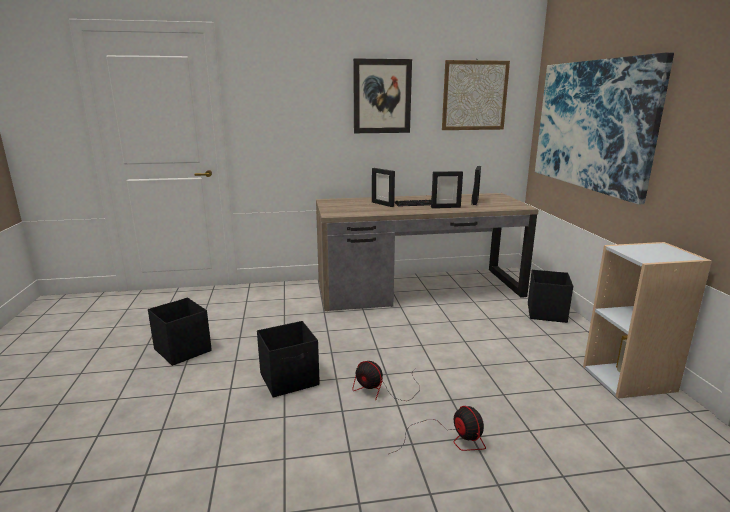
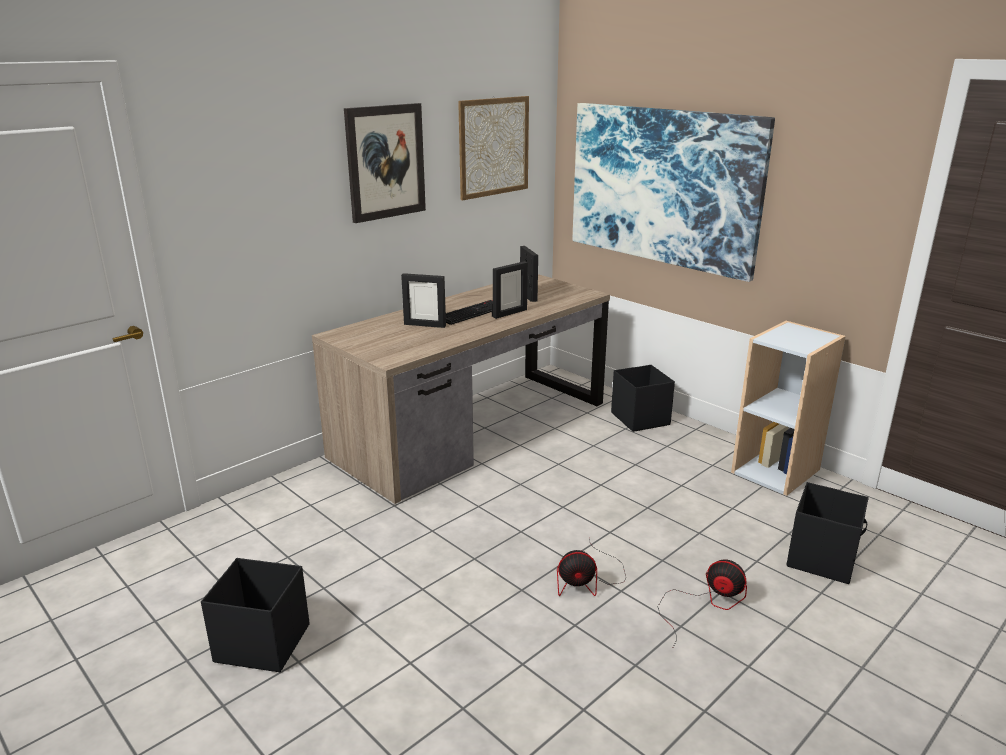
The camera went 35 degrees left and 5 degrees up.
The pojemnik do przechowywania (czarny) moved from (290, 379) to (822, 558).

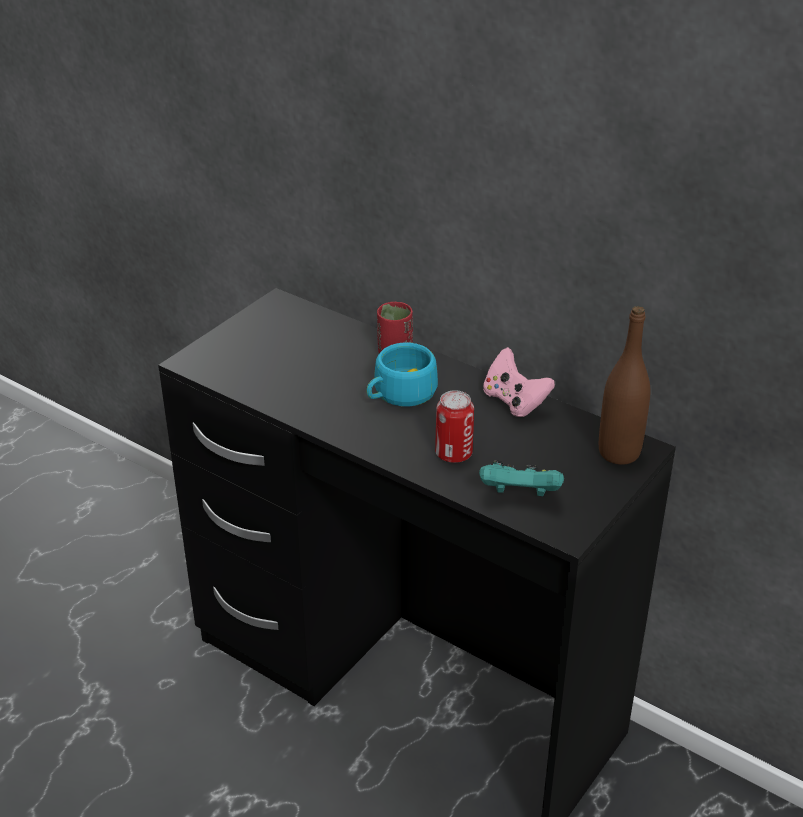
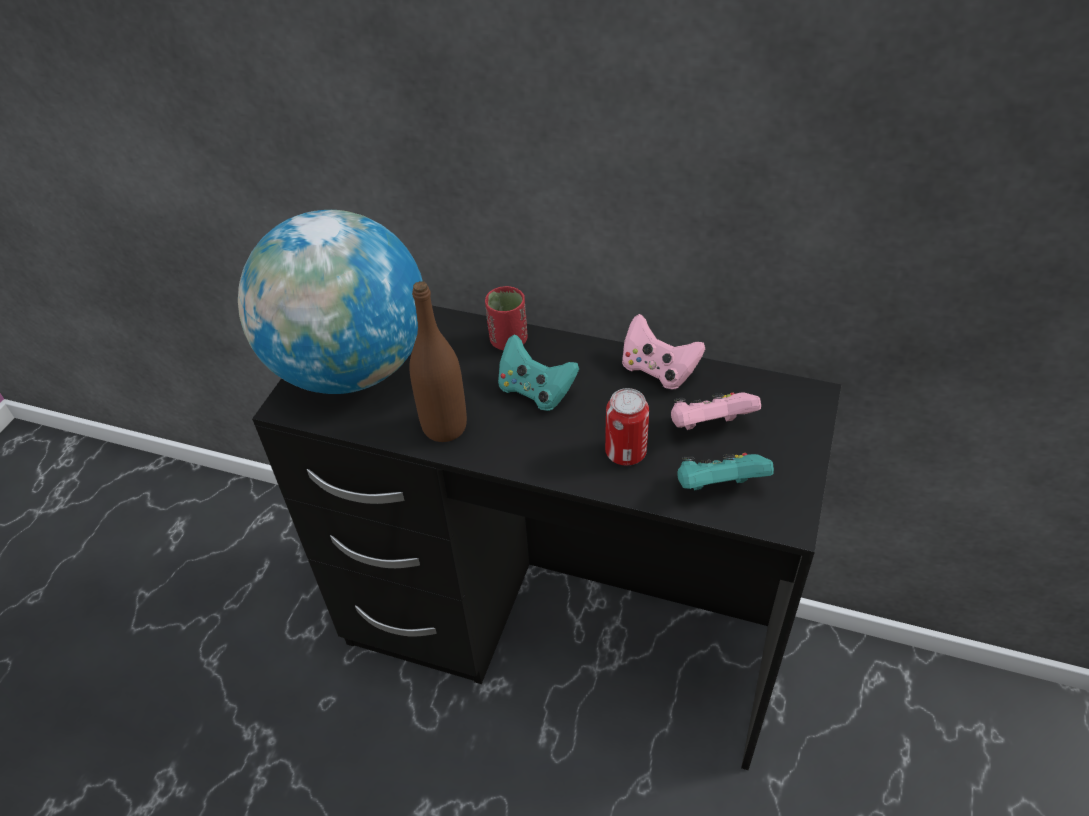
The camera went 15 degrees left and 10 degrees up.
The filiżanka (turkusowy) at (399, 394) was replaced by the pad do gier (turkusowy) at (535, 391).
The butelka (brązowy) moved from (619, 452) to (444, 427).
The globus at (350, 368) appeared.
The pad do gier (różowy) at (709, 426) appeared.

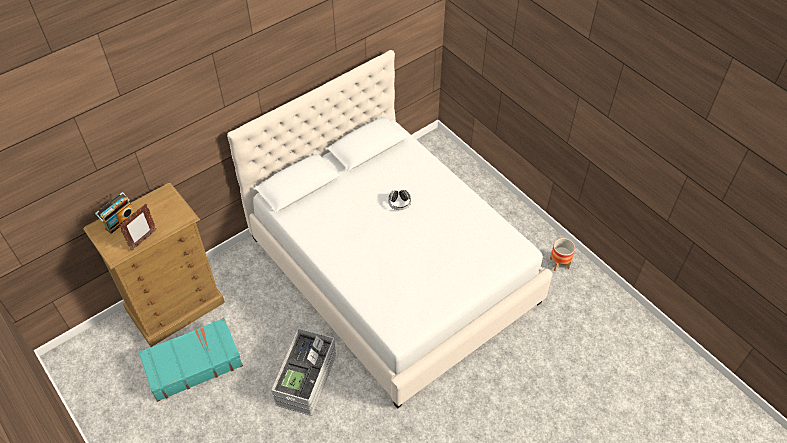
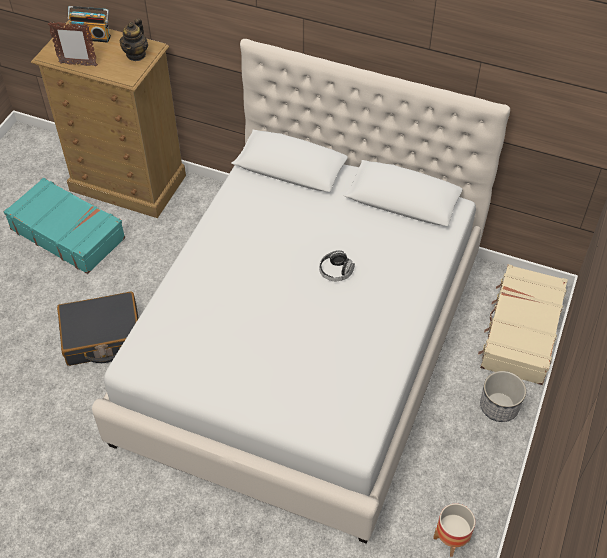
The camera went 60 degrees right and 0 degrees up.
The pojemnik do przechowywania (szary) at (305, 378) was replaced by the walizka (czarny) at (102, 337).
The imbryk at (136, 55) appeared.
The walizka (beżowy) at (520, 332) appeared.
The donica at (499, 406) appeared.

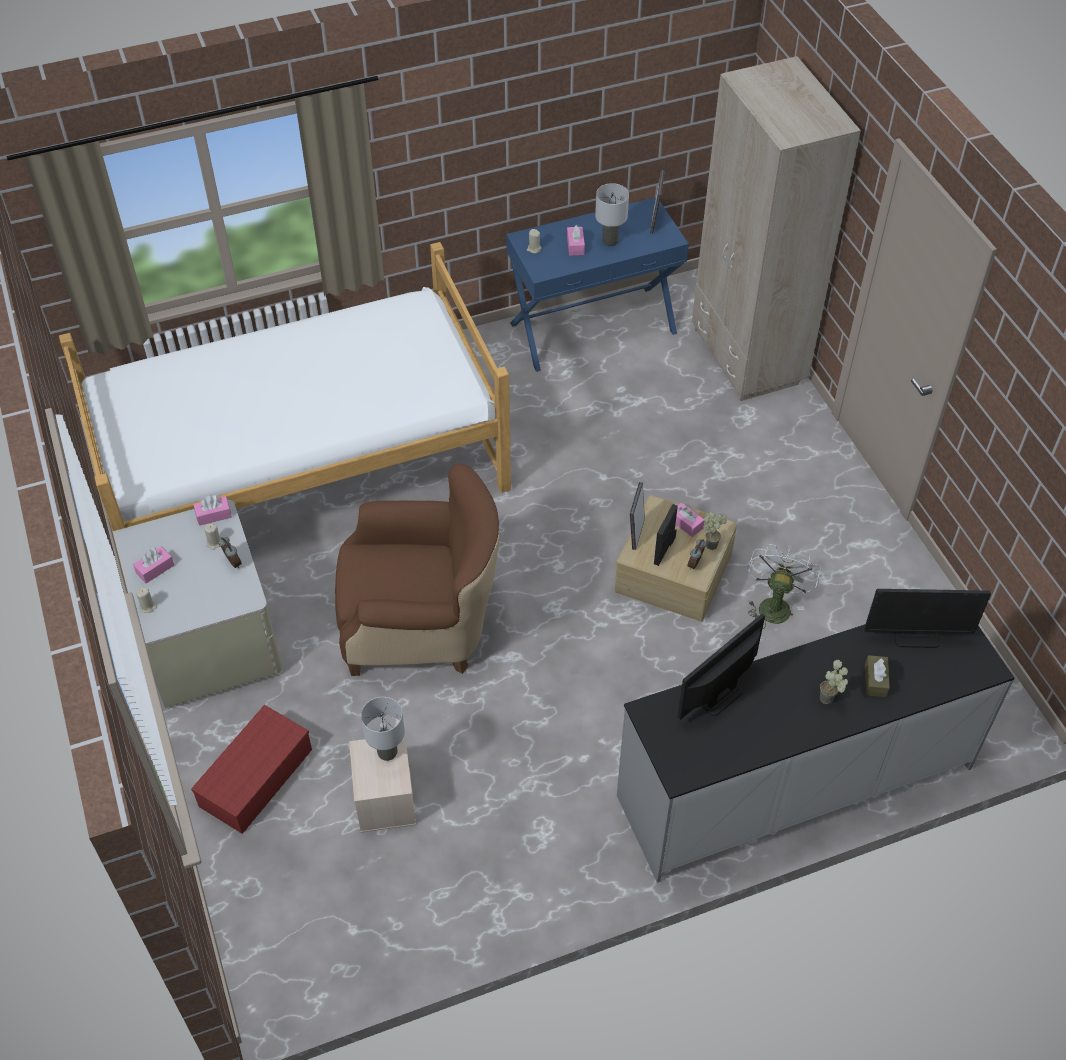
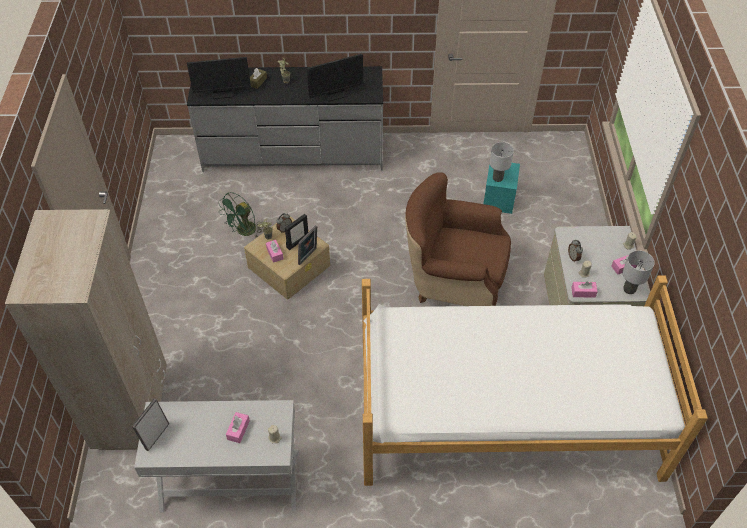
The camera went 160 degrees left and 0 degrees up.
The pojemnik do przechowywania (czerwony) at (256, 776) disappeared.
The pojemnik do przechowywania (beżowy) at (384, 798) became the pojemnik do przechowywania (turkusowy) at (499, 199).
The stolik konsolowy (niebieski) at (593, 327) became the stolik konsolowy (biały) at (230, 480).
The lampa stołowa (biały) moved from (610, 242) to (629, 289).
The wentylator (biały) at (774, 604) became the wentylator (zielony) at (244, 232).
The monitor at (916, 635) turned 150 degrees clockwise.

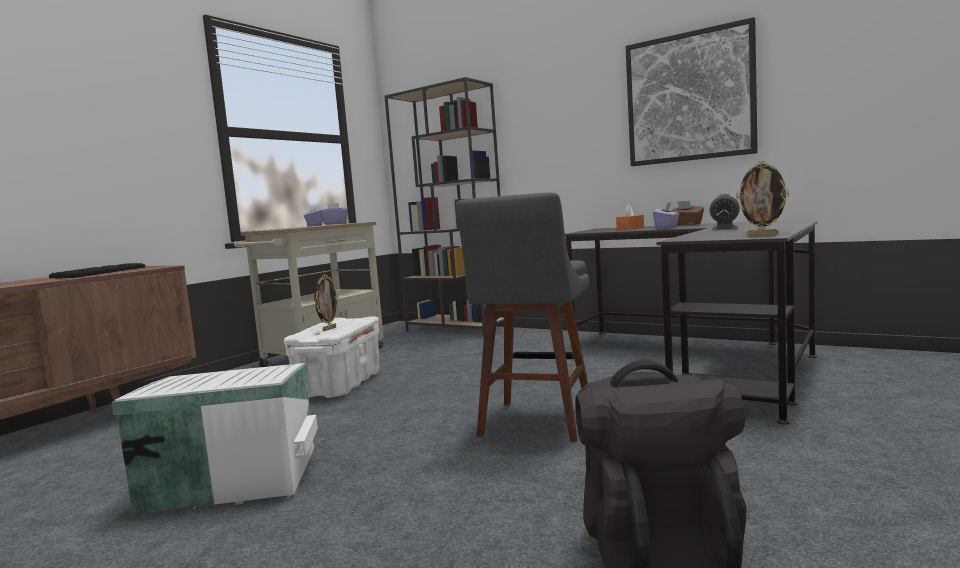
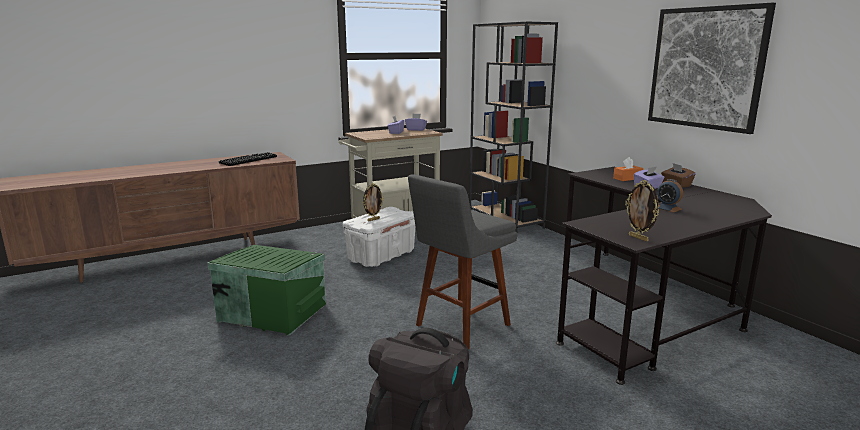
The camera went 25 degrees right and 10 degrees up.
The pojemnik do przechowywania (biały) at (232, 478) became the pojemnik do przechowywania (zielony) at (273, 312).

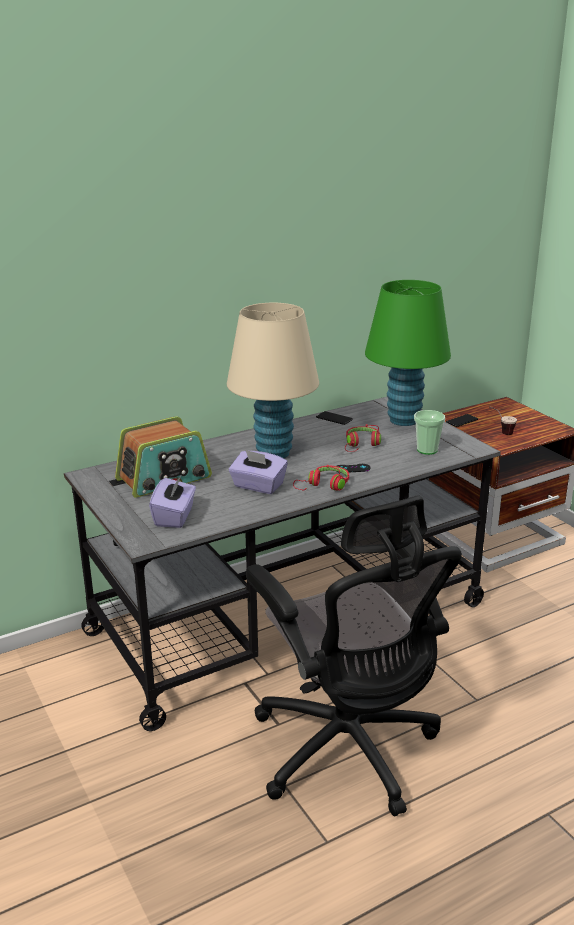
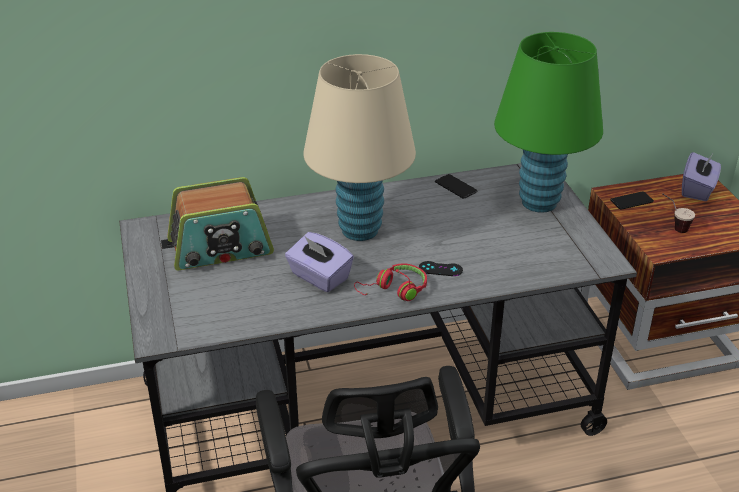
The camera went 15 degrees right and 10 degrees up.
The pudełko chusteczek (fioletowy) moved from (175, 517) to (698, 189).
The słuchawki (czerwony) at (361, 445) disappeared.
The filiżanka at (427, 450) disappeared.

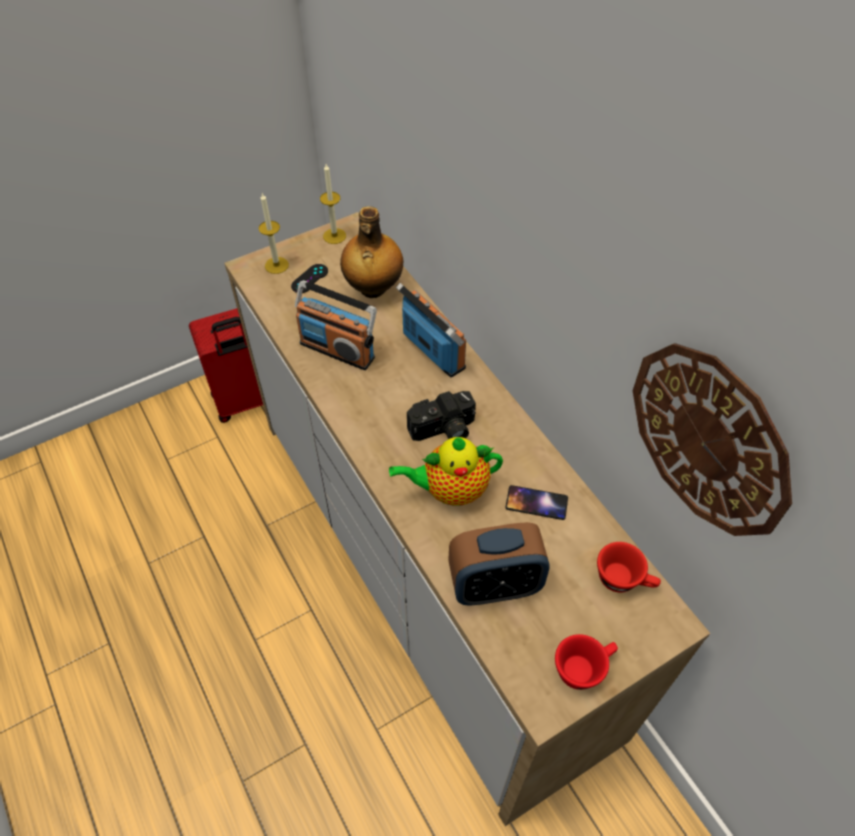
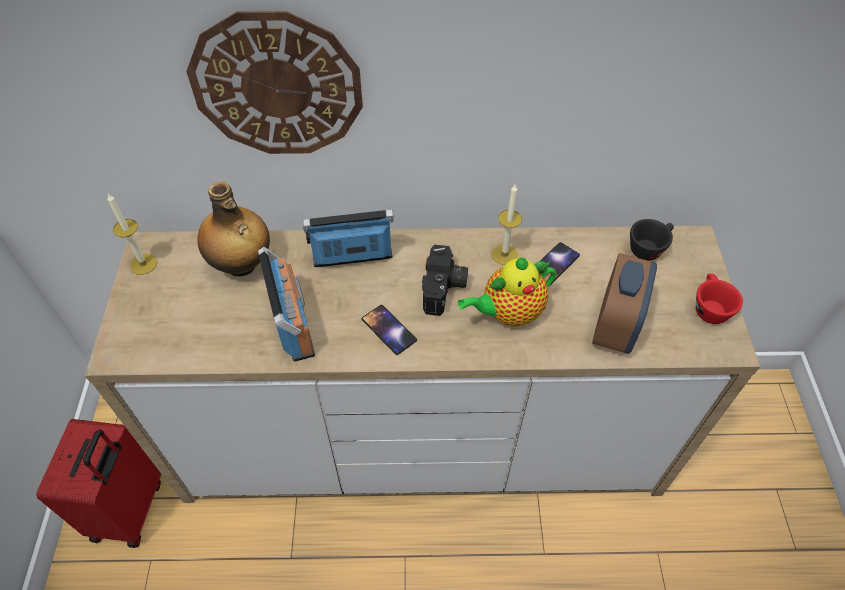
The camera went 60 degrees left and 0 degrees up.
The świeca moved from (276, 265) to (504, 255).
The pad do gier (czarny) at (309, 279) disappeared.
The radio at (338, 349) turned 75 degrees counterclockwise.
The imbryk at (450, 490) turned 45 degrees clockwise.
The filiżanka (czerwony) at (624, 579) became the filiżanka (czarny) at (648, 247).
The zegar ścienny moved from (708, 440) to (277, 86).
The telefon at (389, 330) appeared.

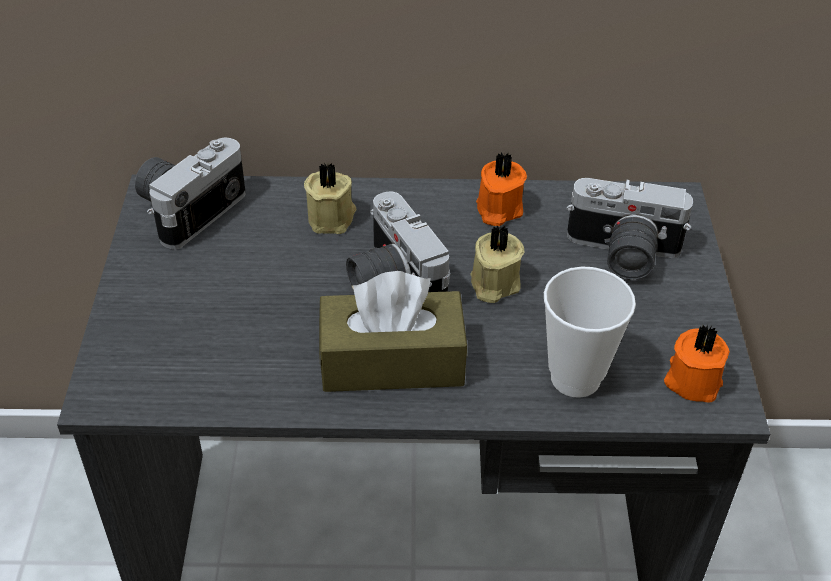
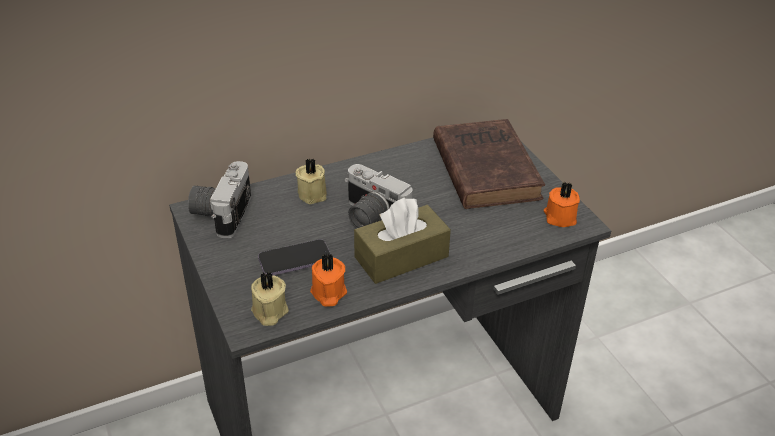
The camera went 25 degrees left and 5 degrees down.
The świeca (beżowy) moved from (493, 284) to (269, 312).
The świeca (pomarańczowy) moved from (497, 210) to (328, 293).
The filiżanka at (575, 378) disappeared.
The aparat fotograficzny at (621, 255) was replaced by the książka (brązowy) at (484, 168).
The telefon at (295, 260) appeared.

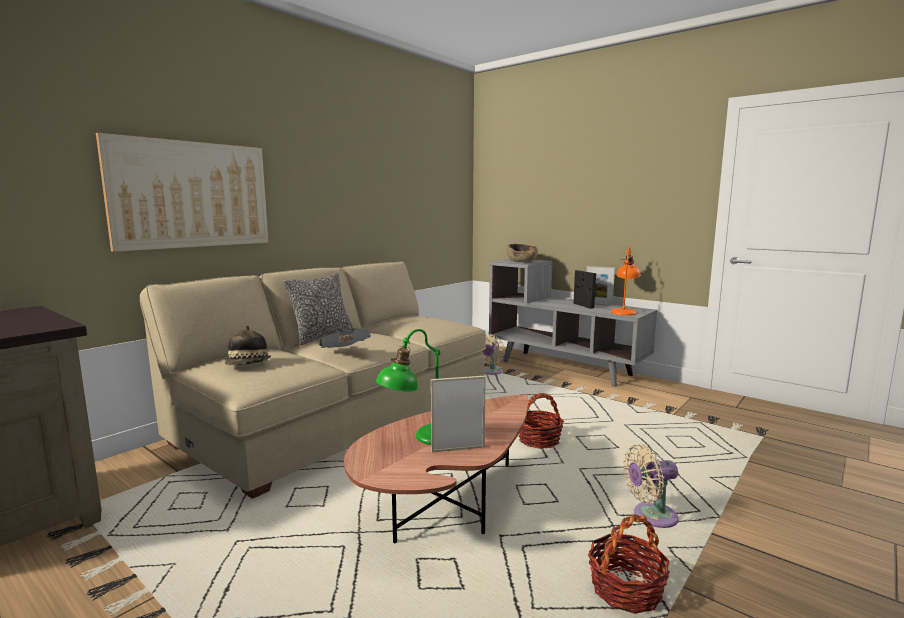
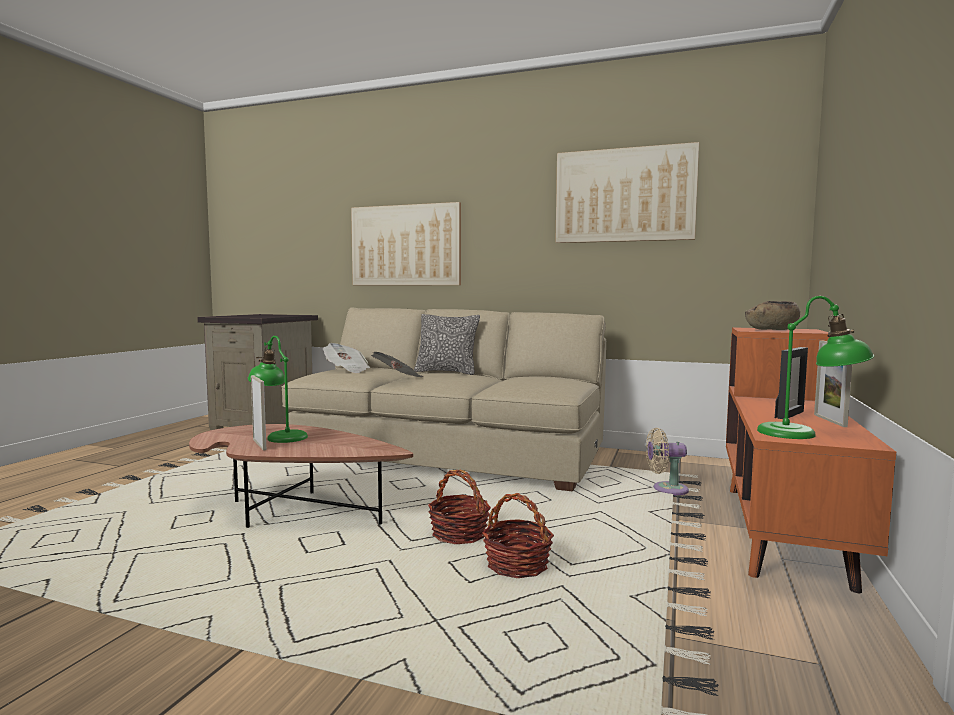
The camera went 70 degrees right and 5 degrees down.
The kapelusz at (249, 366) was replaced by the gazeta at (347, 370).
The szafka pod telewizor (szary) at (566, 368) became the szafka pod telewizor (pomarańczowy) at (784, 532).
The koszyk moved from (626, 589) to (517, 565).
The lampa stołowa (pomarańczowy) at (624, 310) became the lampa stołowa (zielony) at (809, 433).
The wentylator (beżowy) at (651, 516) disappeared.
The obraz at (624, 195) appeared.

